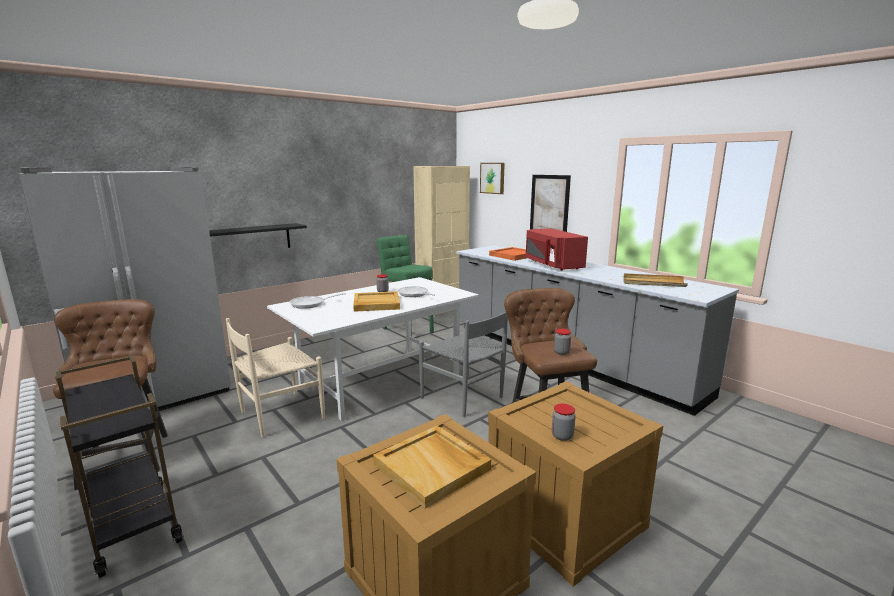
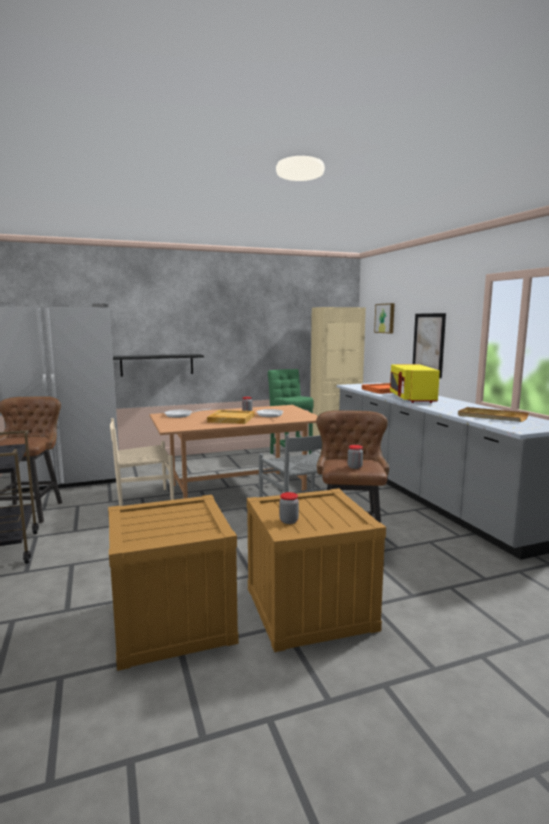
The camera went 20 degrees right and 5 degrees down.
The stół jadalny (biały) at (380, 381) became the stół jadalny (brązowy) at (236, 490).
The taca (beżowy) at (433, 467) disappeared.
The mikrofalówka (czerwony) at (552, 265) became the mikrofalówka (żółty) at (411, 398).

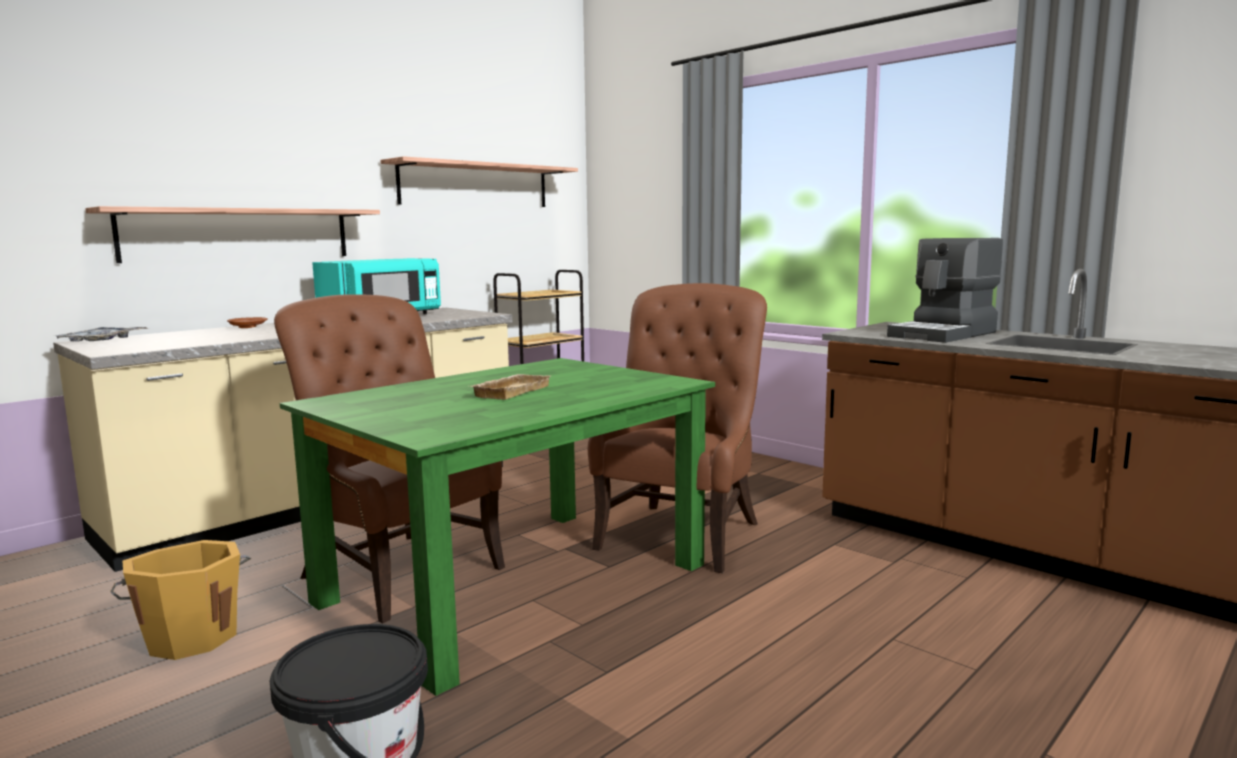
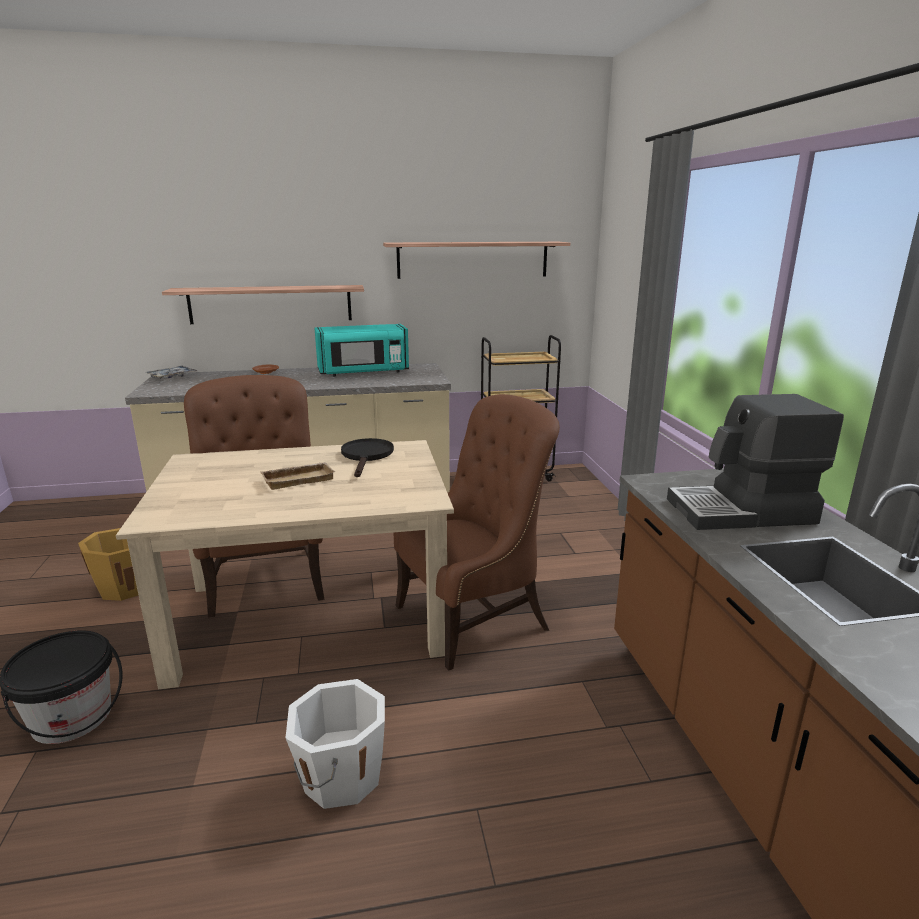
The camera went 35 degrees right and 10 degrees up.
The stół jadalny (zielony) at (516, 581) became the stół jadalny (beżowy) at (313, 615).
The wiadro (biały) at (340, 776) appeared.
The patelnia (czarny) at (367, 456) appeared.

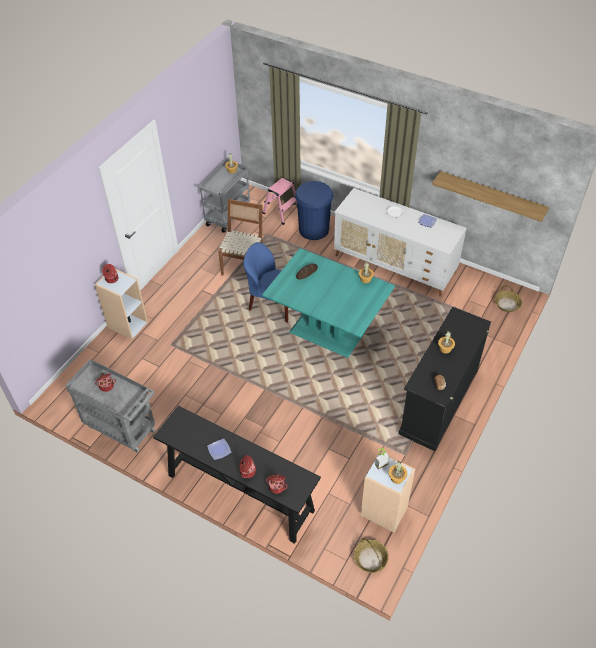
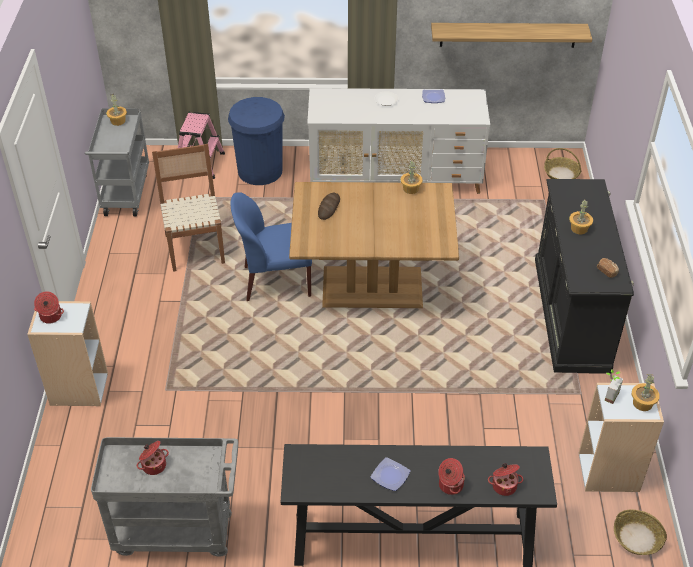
The camera went 30 degrees left and 5 degrees down.
The stół jadalny (turkusowy) at (327, 331) became the stół jadalny (brązowy) at (372, 286).

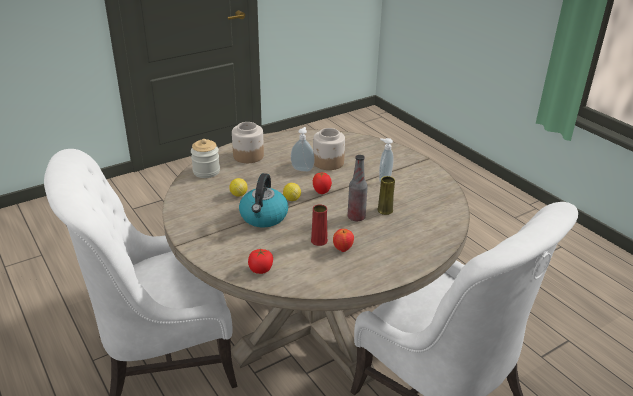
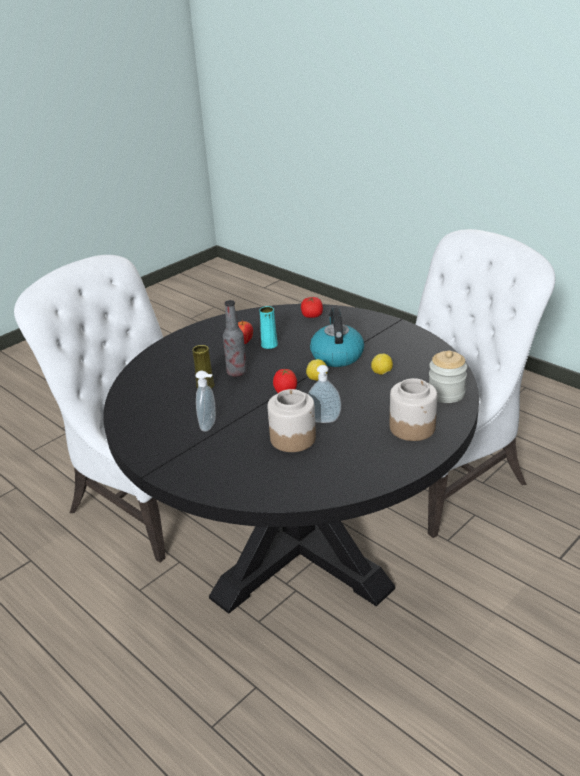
The camera went 170 degrees right and 0 degrees up.
The stół jadalny (beżowy) at (314, 324) became the stół jadalny (czarny) at (299, 542).
The wazon (czerwony) at (319, 241) became the wazon (turkusowy) at (269, 345).

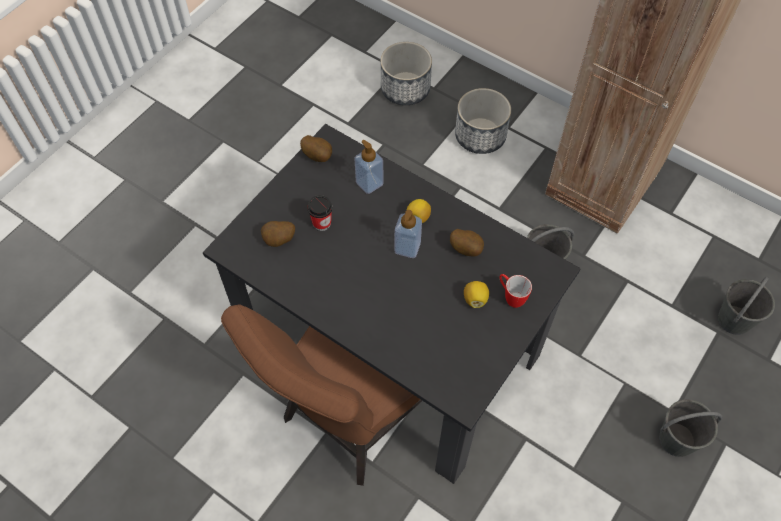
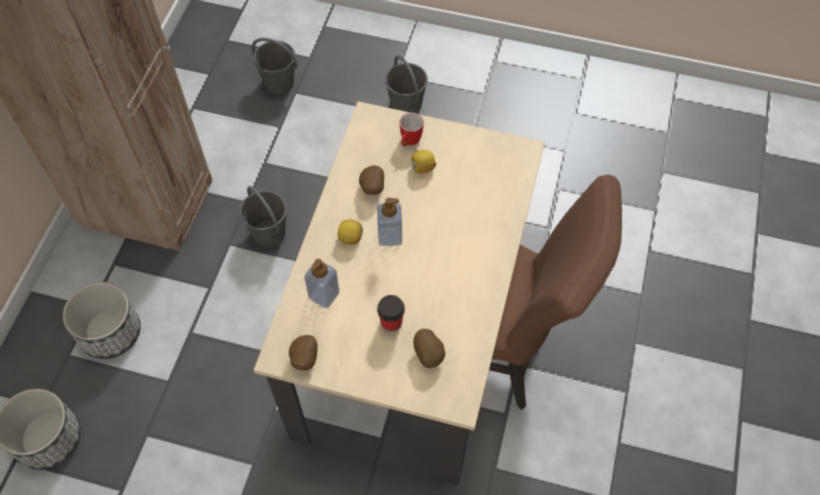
The camera went 110 degrees left and 0 degrees up.
The stół jadalny (czarny) at (390, 348) became the stół jadalny (beżowy) at (409, 338).

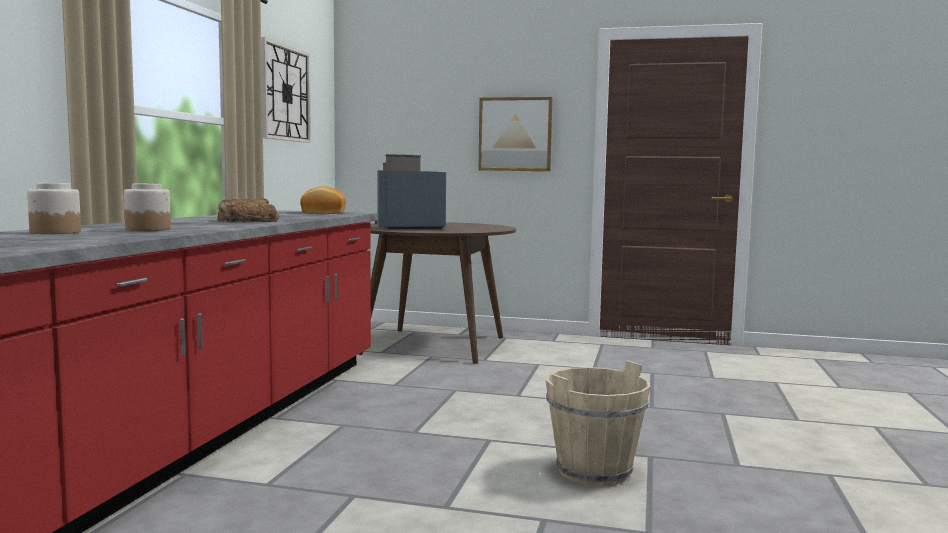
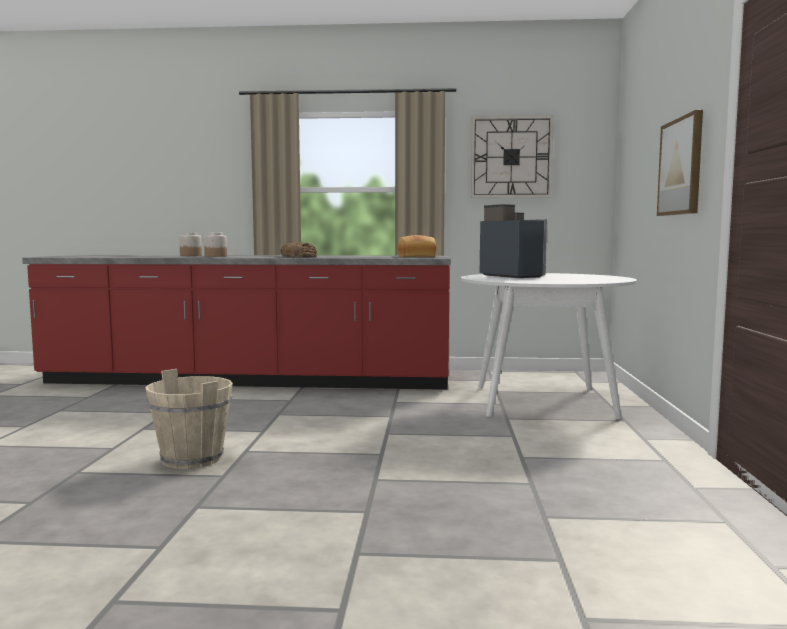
The camera went 80 degrees right and 0 degrees up.
The stół jadalny (brązowy) at (434, 346) became the stół jadalny (biały) at (543, 401).

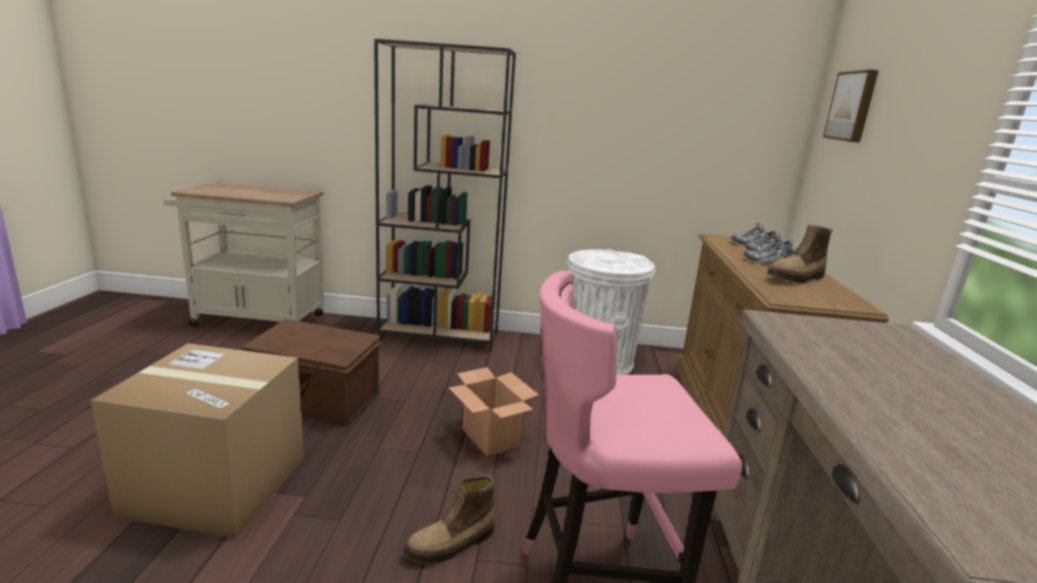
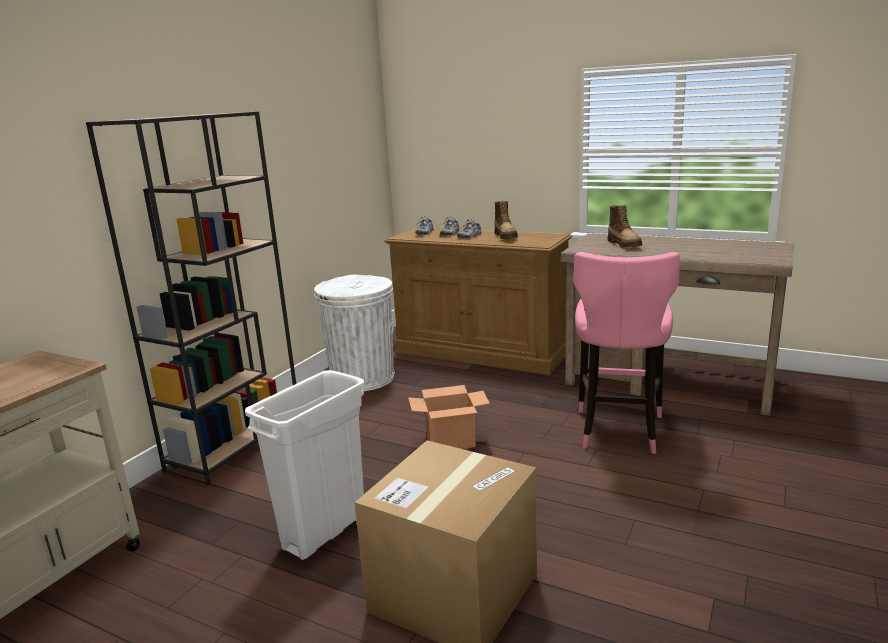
The camera went 65 degrees left and 0 degrees up.
The pojemnik do przechowywania (brązowy) at (316, 400) was replaced by the kosz na śmieci (biały) at (325, 531).
The but z cholewką moved from (451, 544) to (625, 245).
The obraz at (852, 106) disappeared.

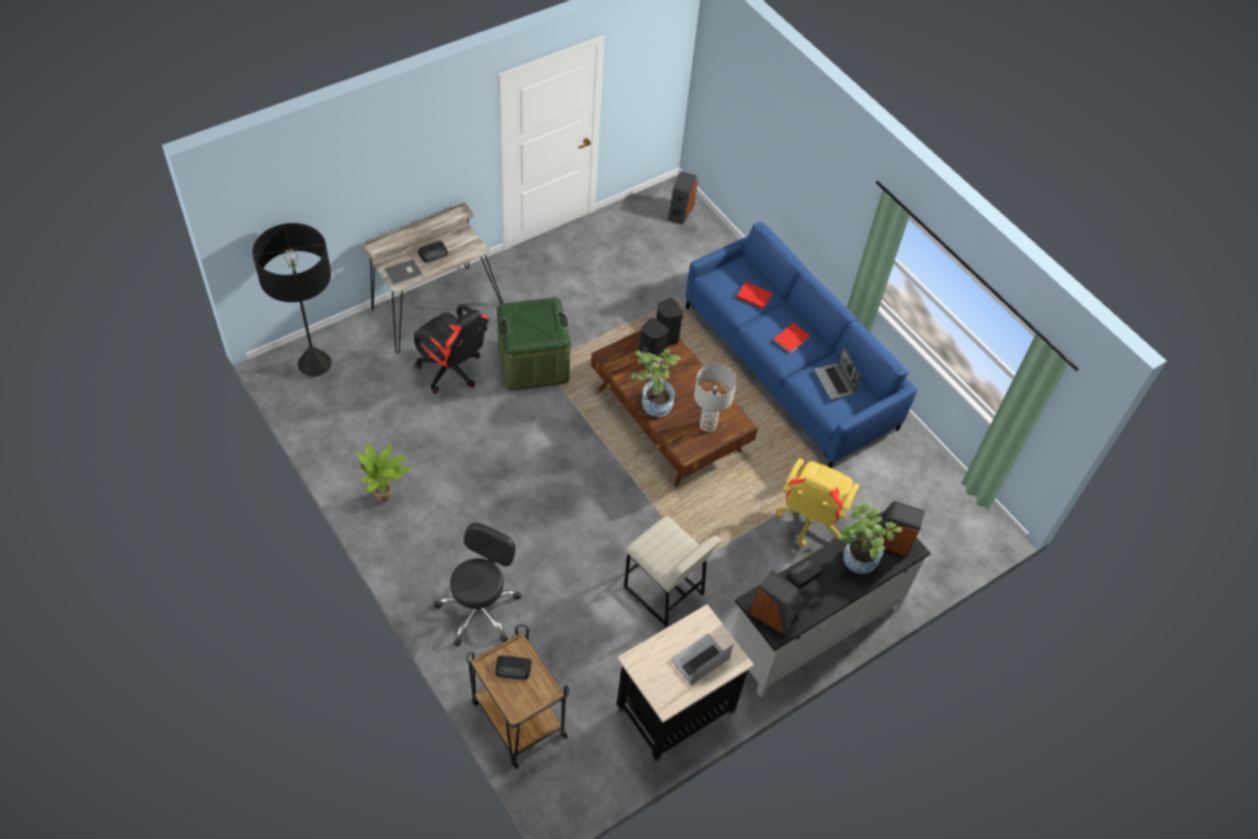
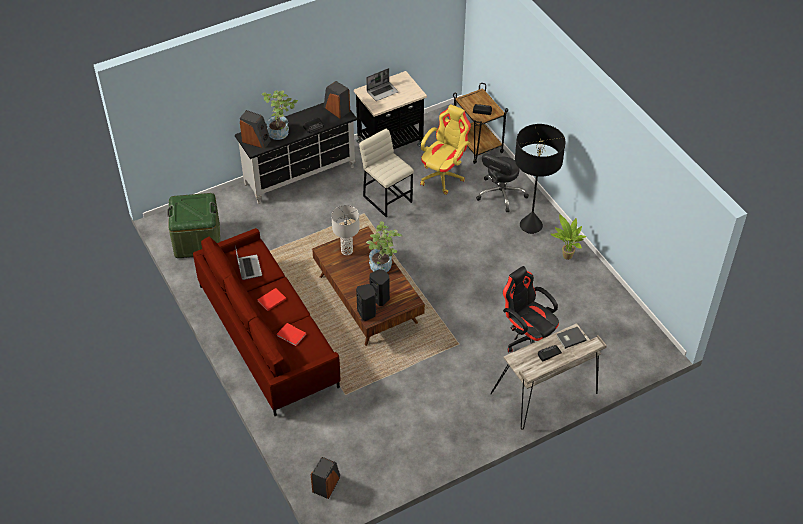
The camera went 170 degrees left and 5 degrees down.
The lampa stojąca (czarny) moved from (315, 366) to (530, 227).
The pojemnik do przechowywania (zielony) moved from (533, 363) to (197, 240).
The kanapa (niebieski) at (788, 368) became the kanapa (czerwony) at (268, 335).
The krzesło biurowe (żółty) moved from (809, 523) to (444, 176).

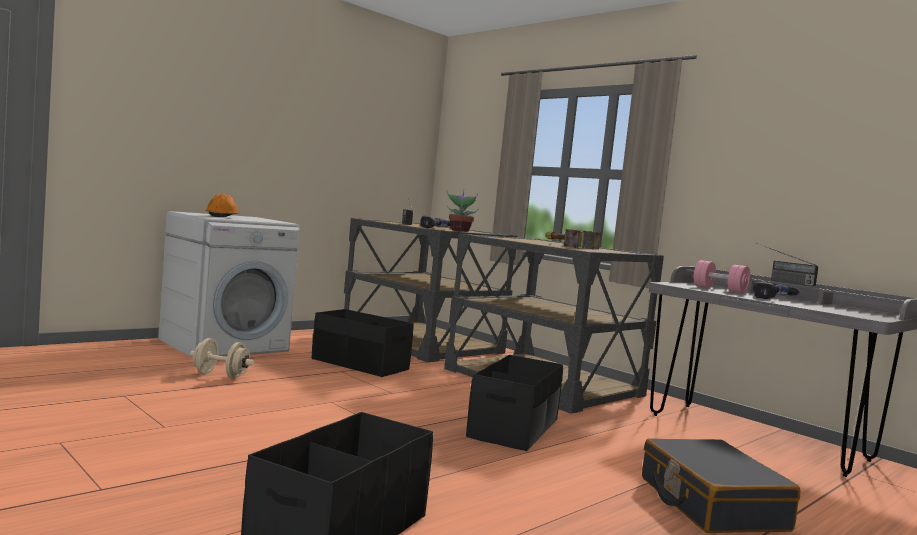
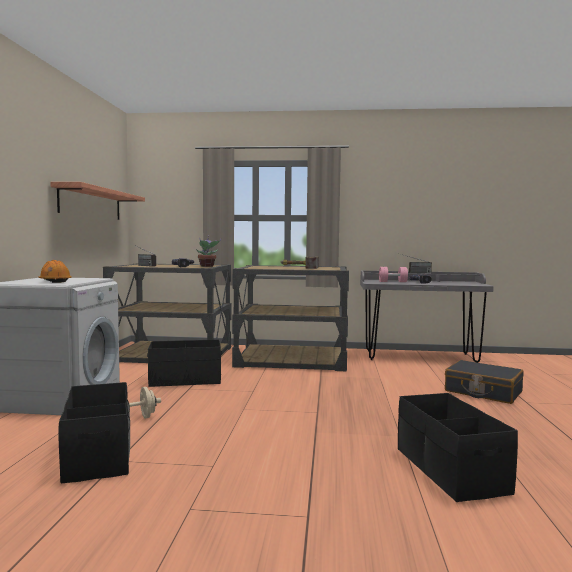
The camera went 40 degrees left and 0 degrees up.
The pojemnik do przechowywania (czarny) moved from (514, 428) to (98, 454).
The półka at (91, 203) appeared.

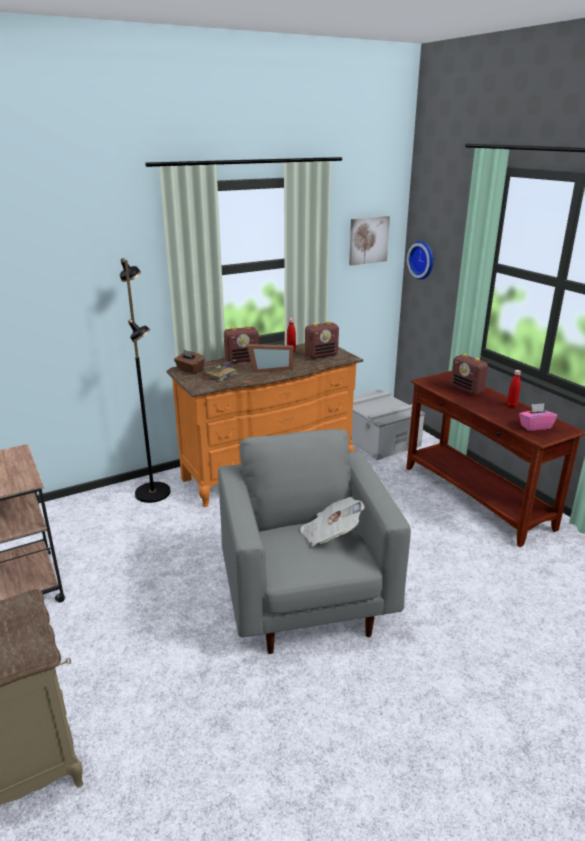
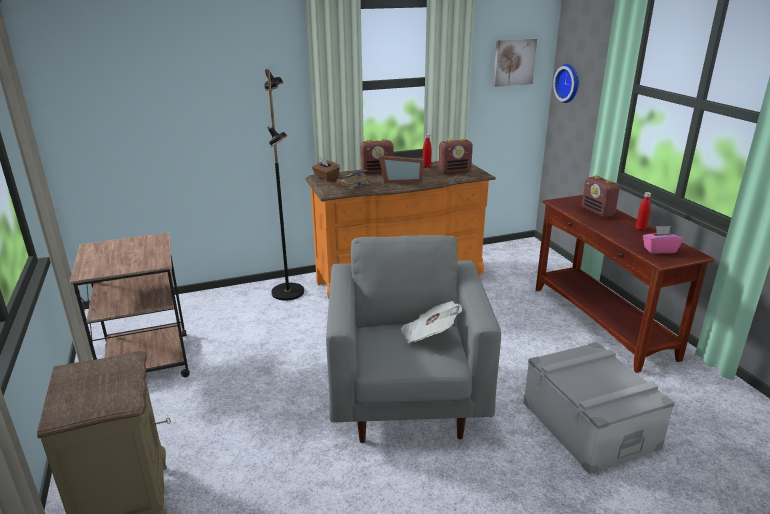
The camera went 10 degrees right and 0 degrees up.
The pojemnik do przechowywania (szary) moved from (377, 439) to (589, 424).

